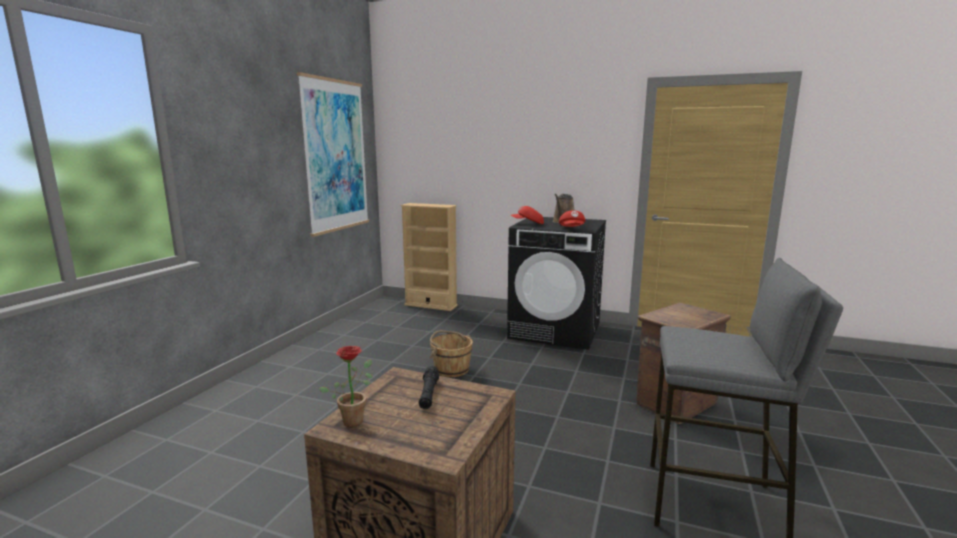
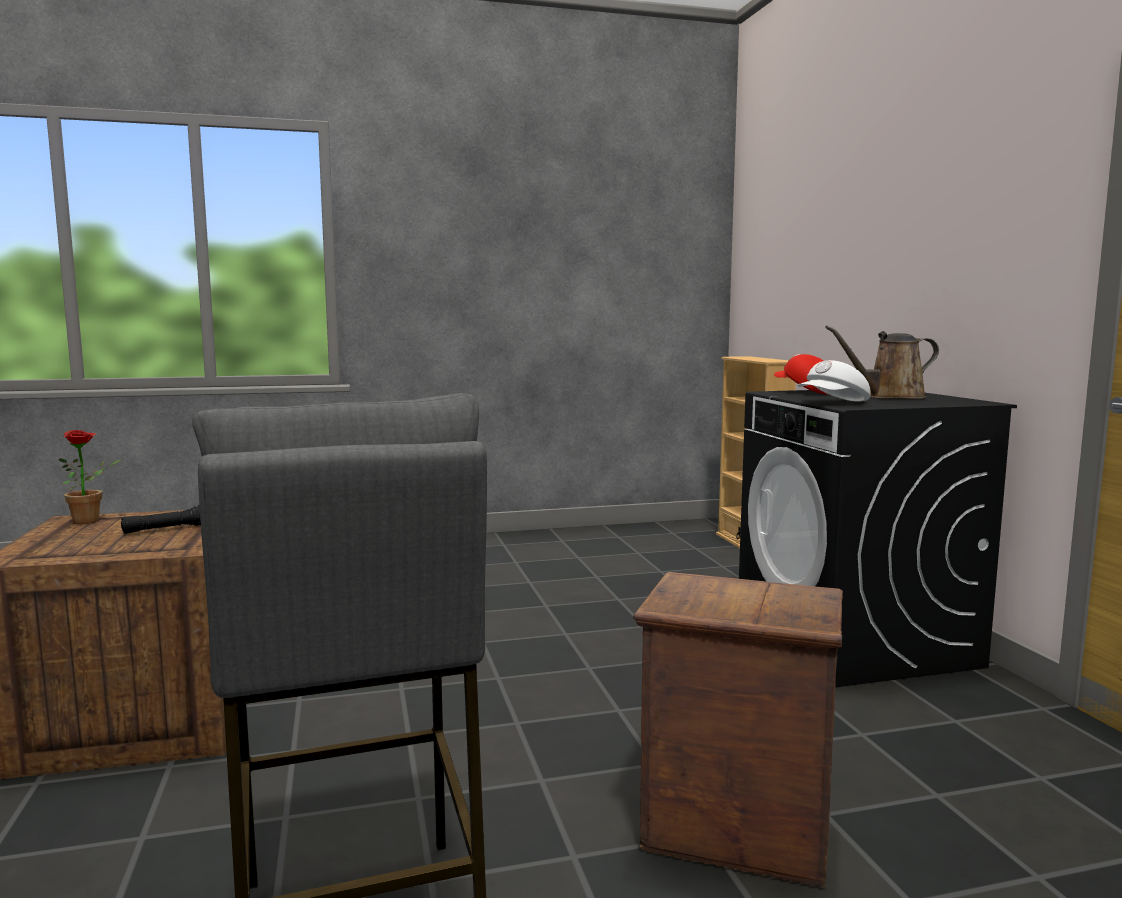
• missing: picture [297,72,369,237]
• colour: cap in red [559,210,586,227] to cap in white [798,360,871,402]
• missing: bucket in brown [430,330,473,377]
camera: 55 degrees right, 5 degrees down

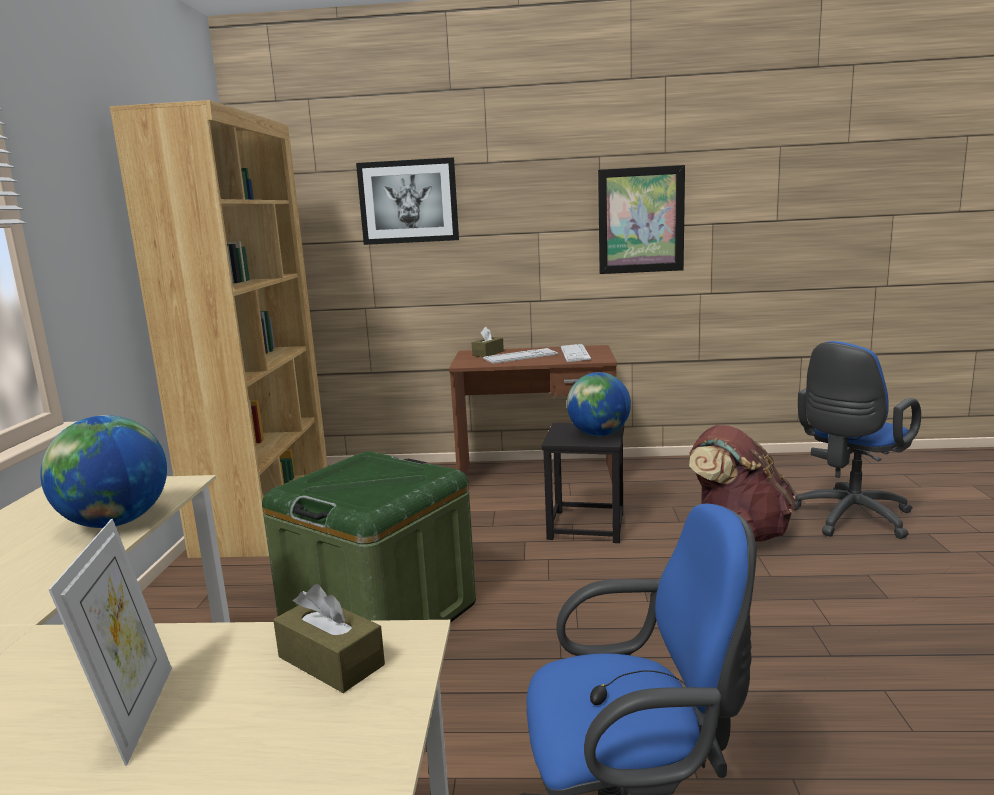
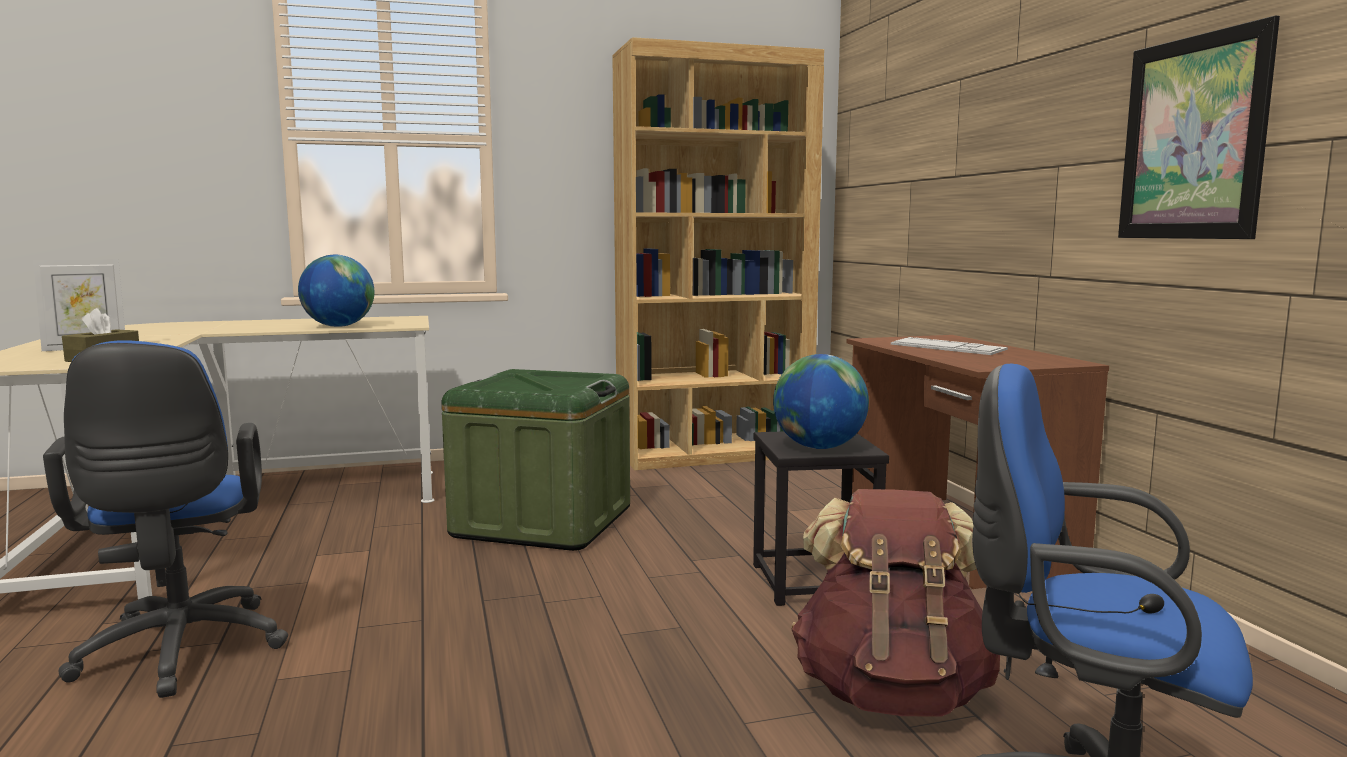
• missing: picture [356,158,459,245]
• missing: tissue box in brown [472,327,504,357]
• missing: keyboard [561,344,591,362]
camera: 70 degrees right, 5 degrees down

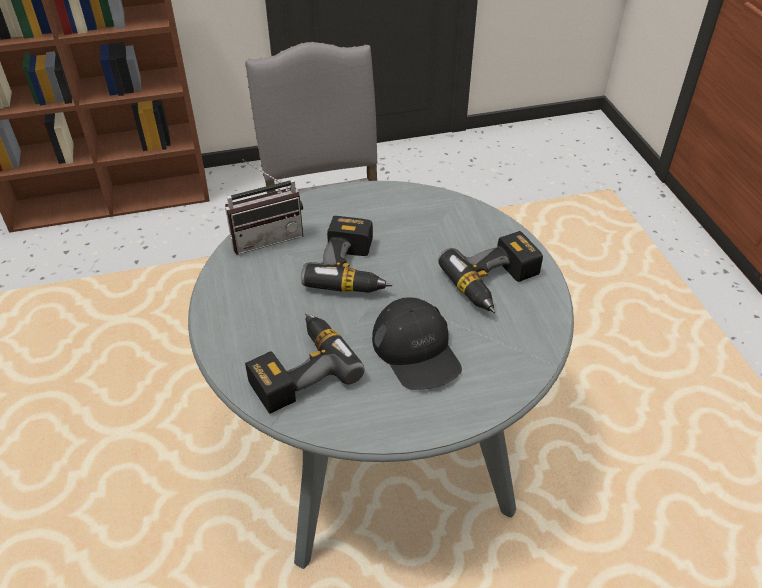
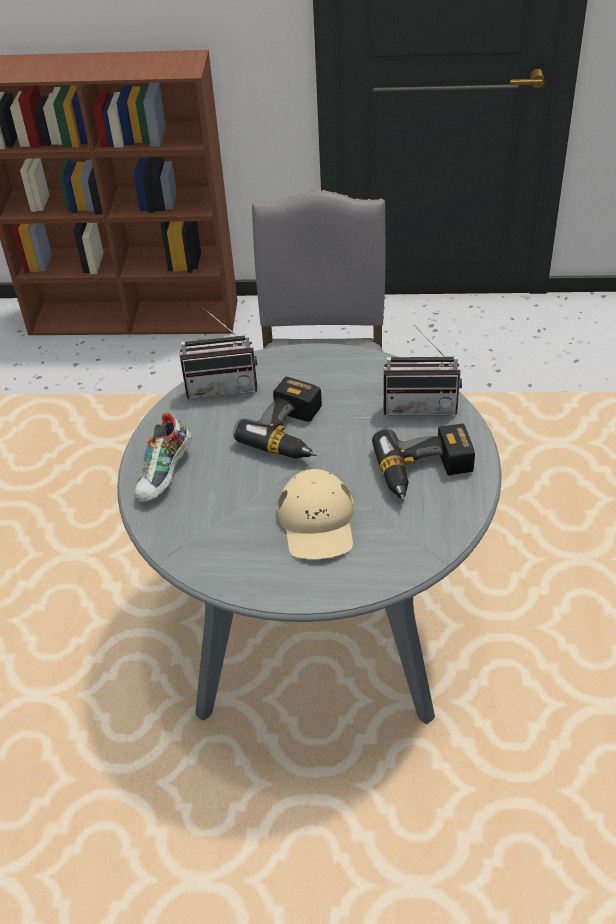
• colour: cap in black [372,297,462,390] to cap in beige [277,469,353,559]
• missing: power drill [245,313,365,414]
• appeared: radio [383,324,462,415]
• appeared: shoe [135,413,192,503]
camera: 20 degrees right, 0 degrees up

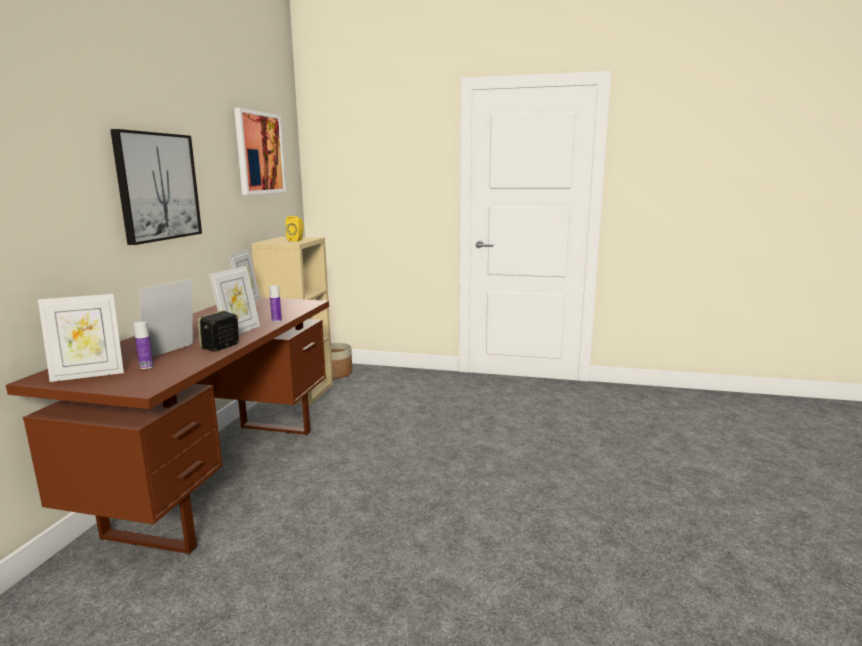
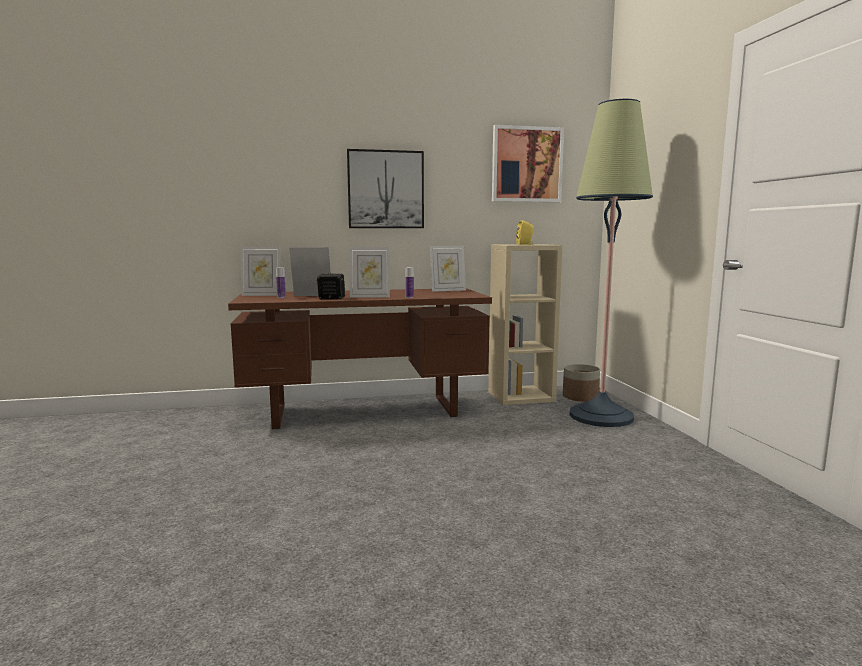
• spun: picture frame [38,294,124,382] = [241,247,280,296] 45 degrees counterclockwise
• appeared: floor lamp [570,99,653,427]
camera: 65 degrees right, 5 degrees down

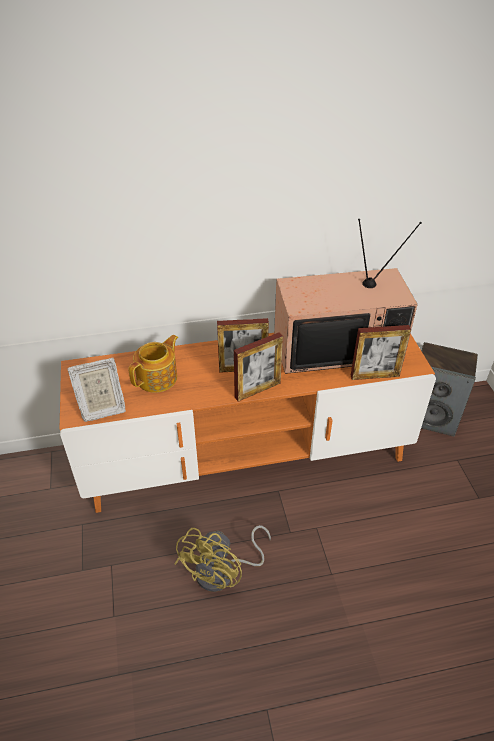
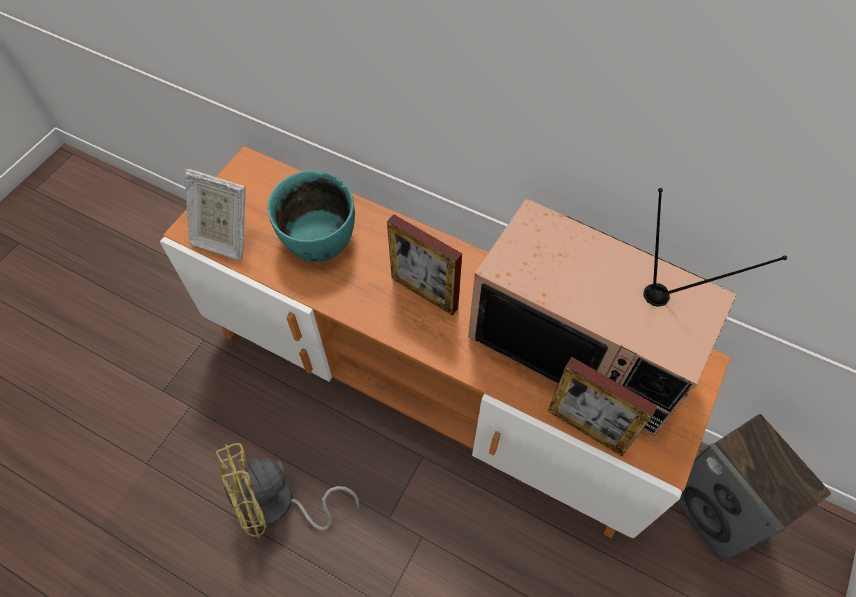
• missing: picture frame [234,332,283,402]
• exchanged: teapot [129,335,178,393] to bowl in turquoise [267,170,355,262]
camera: 40 degrees right, 15 degrees up

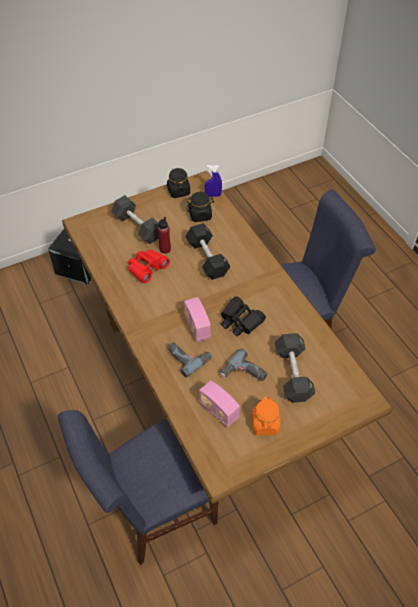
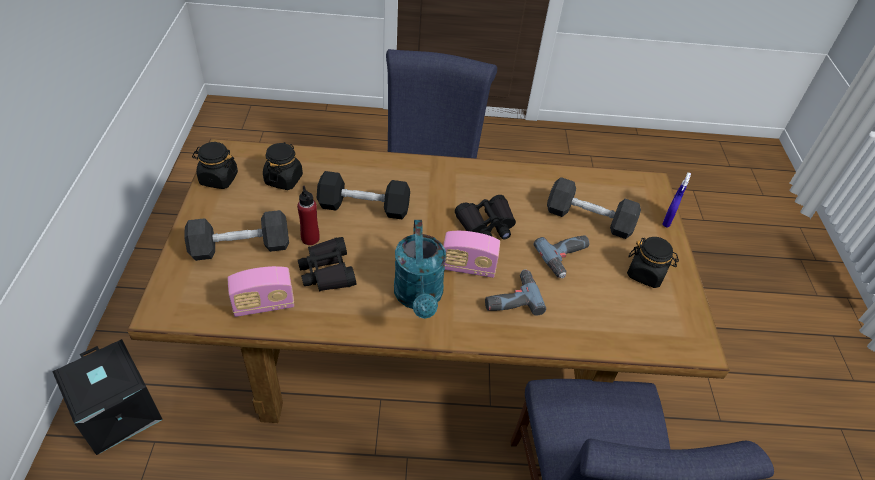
• relocated: spray bottle in blue [205,165,222,197] to [662,172,691,227]
• colour: binoculars in red [128,250,170,283] to binoculars in black [298,237,356,292]
• relocated: radio [199,380,240,428] to [228,266,294,317]
• colour: jar in orange [252,397,280,435] to jar in black [627,237,679,288]
• appeared: watering can in turquoise [394,220,446,319]
camera: 65 degrees left, 5 degrees down

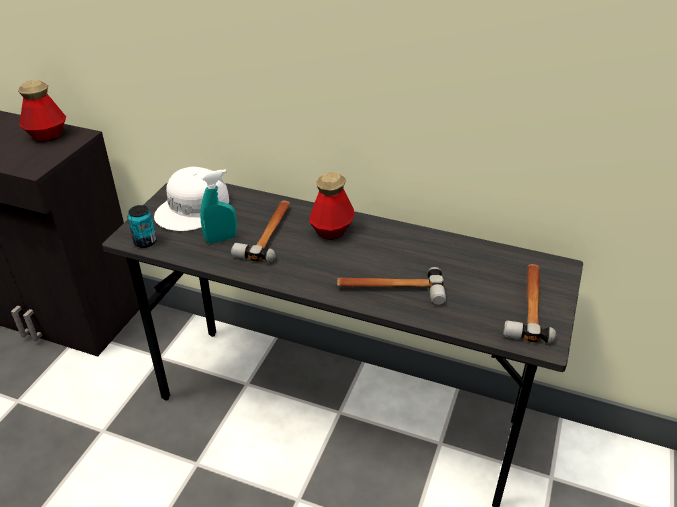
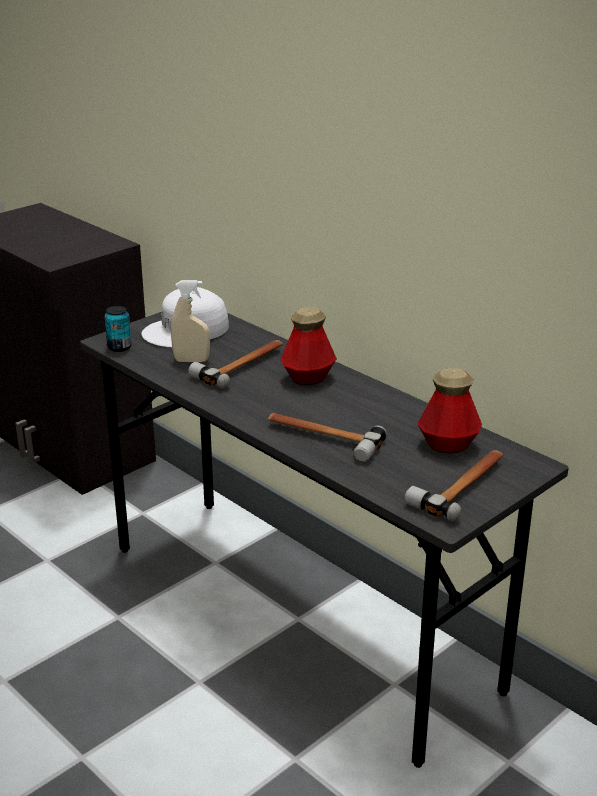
• relocated: bottle [18,80,66,142] to [418,368,482,454]
• colour: spray bottle in turquoise [200,169,237,244] to spray bottle in beige [171,280,210,362]
camera: 25 degrees right, 10 degrees down

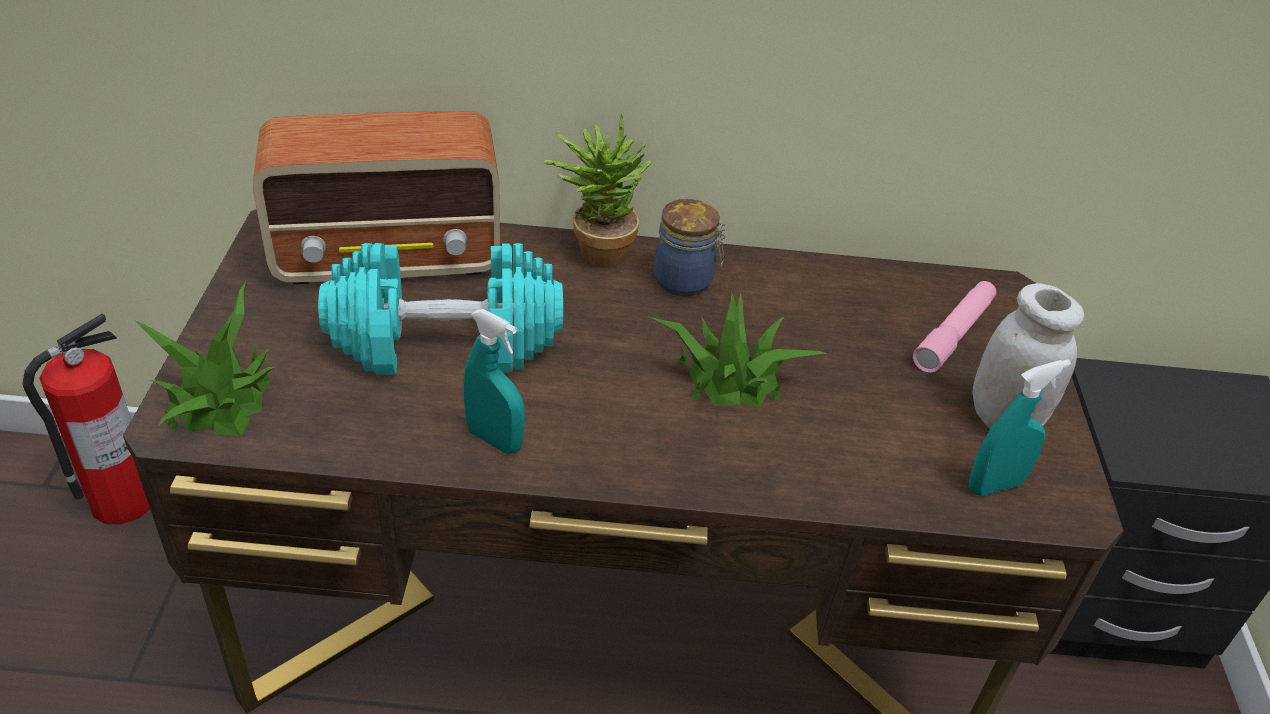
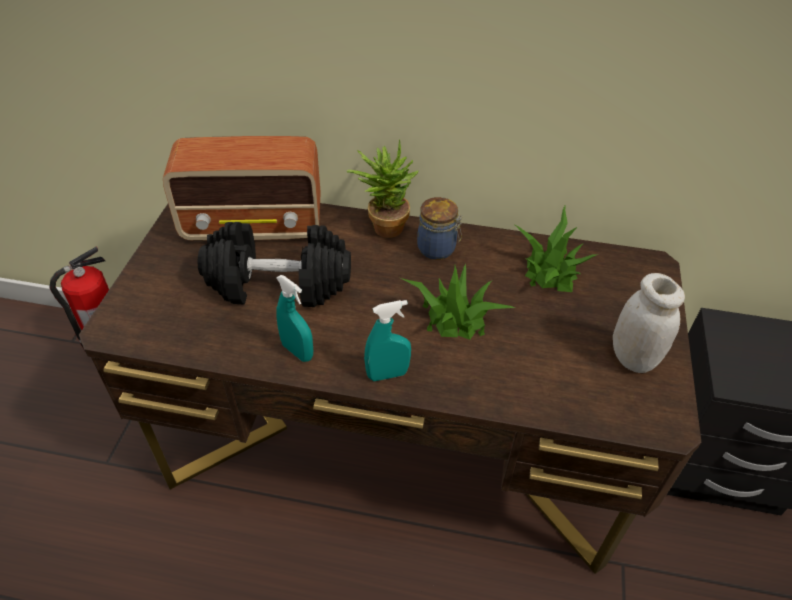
• colour: dumbbell in turquoise [318,243,563,375] to dumbbell in black [198,222,351,307]
• missing: flashlight in pink [913,281,996,373]
• relocated: potted plant [136,282,275,436] to [515,204,596,292]
• relocated: spray bottle in turquoise [969,360,1071,496] to [364,300,411,381]
camera: 10 degrees right, 5 degrees up

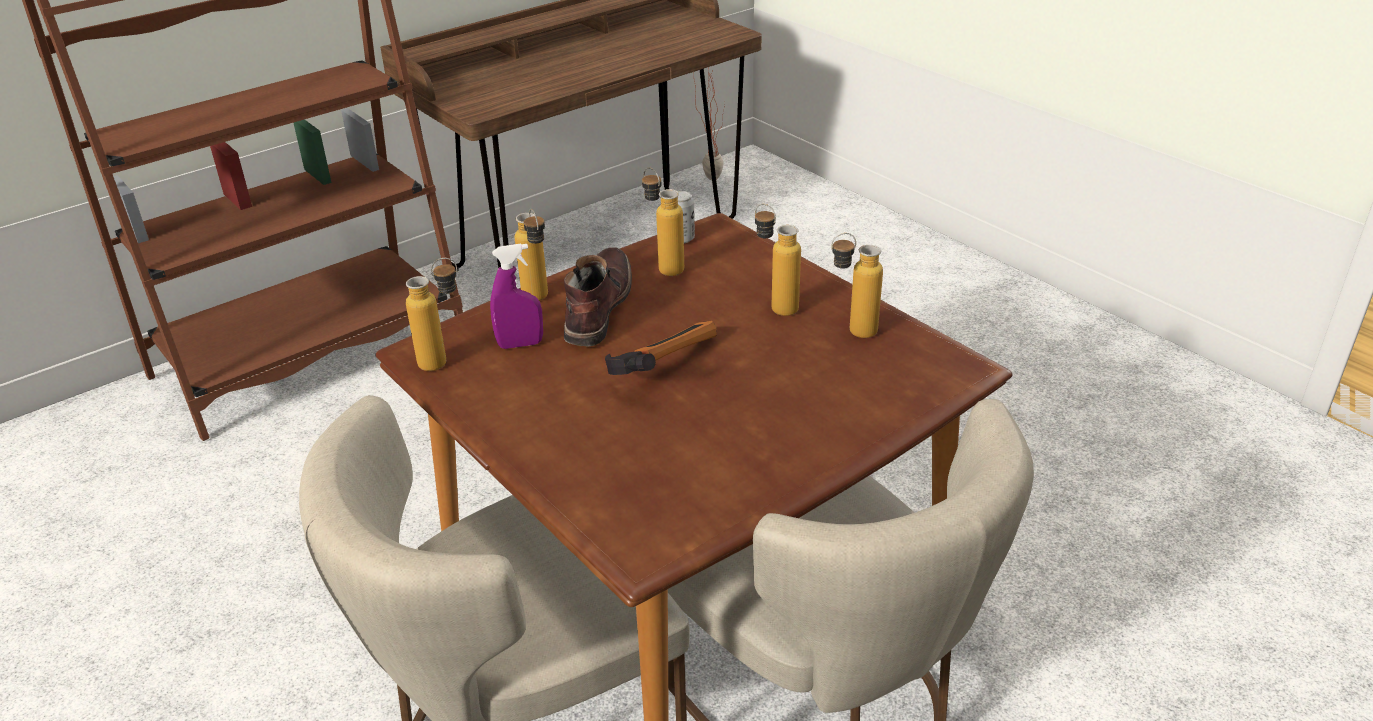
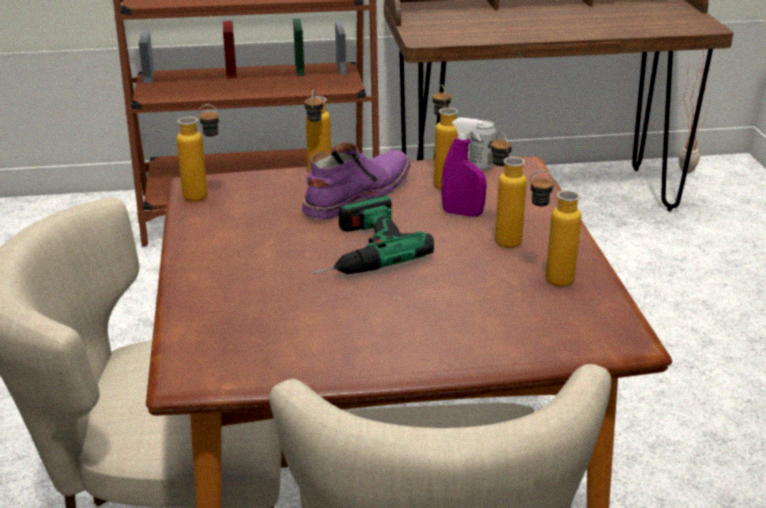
• relocated: spray bottle in purple [490,243,543,349] to [441,117,487,217]
• colour: boot in brown [564,247,632,346] to boot in purple [302,142,410,220]
• exchanged: hammer [605,321,717,375] to power drill [312,195,434,274]
camera: 30 degrees right, 5 degrees down

